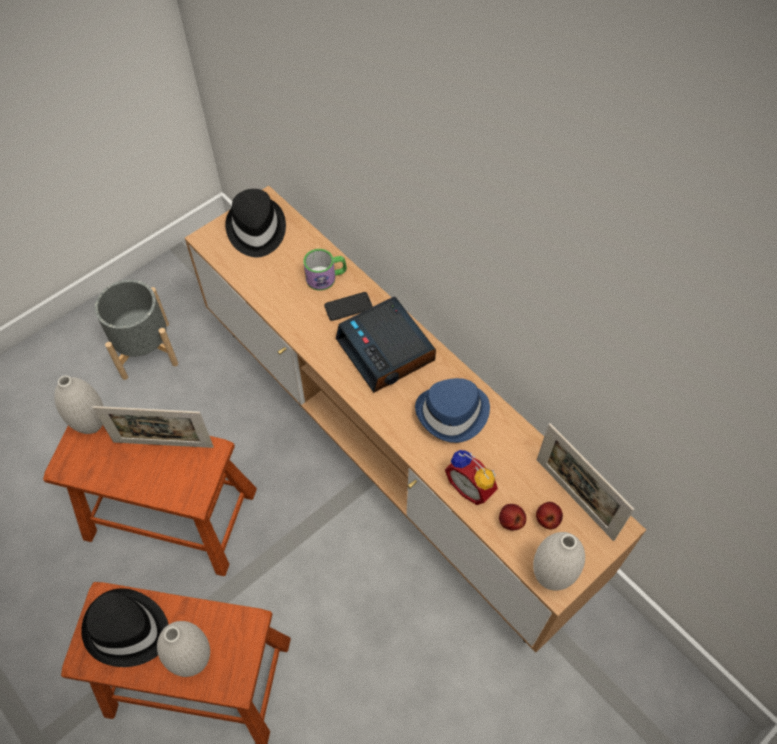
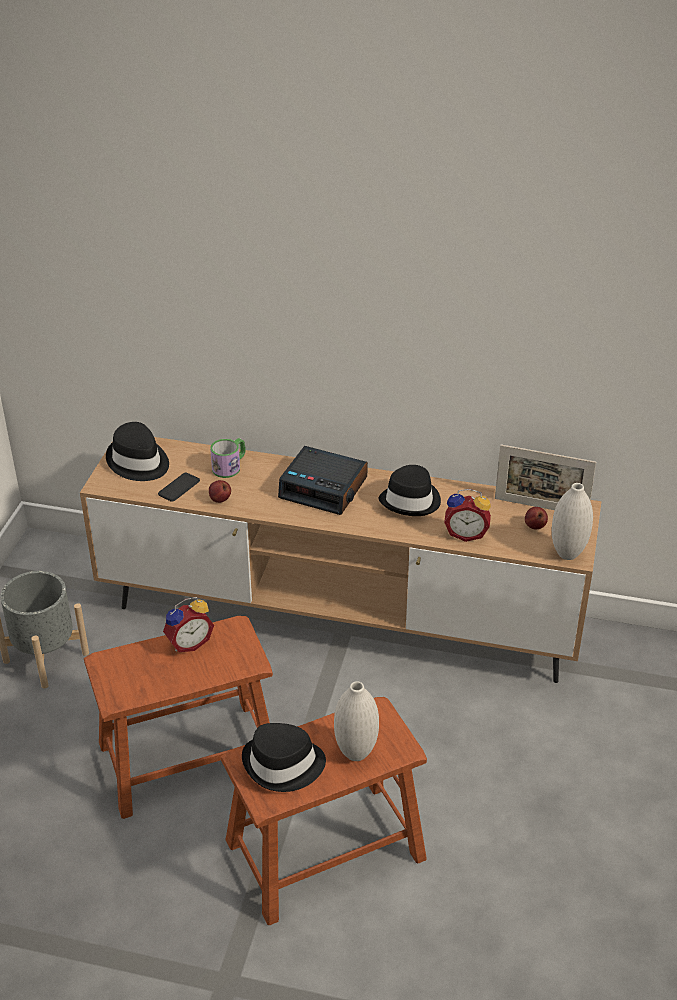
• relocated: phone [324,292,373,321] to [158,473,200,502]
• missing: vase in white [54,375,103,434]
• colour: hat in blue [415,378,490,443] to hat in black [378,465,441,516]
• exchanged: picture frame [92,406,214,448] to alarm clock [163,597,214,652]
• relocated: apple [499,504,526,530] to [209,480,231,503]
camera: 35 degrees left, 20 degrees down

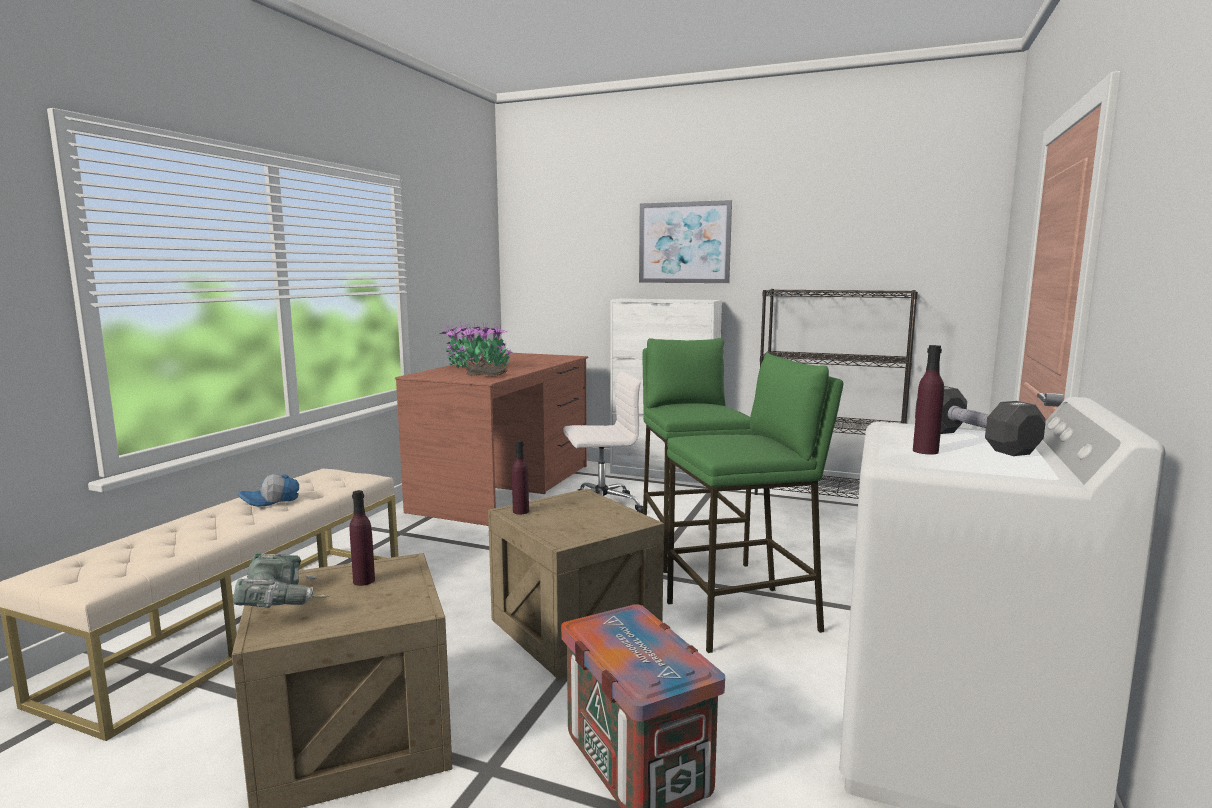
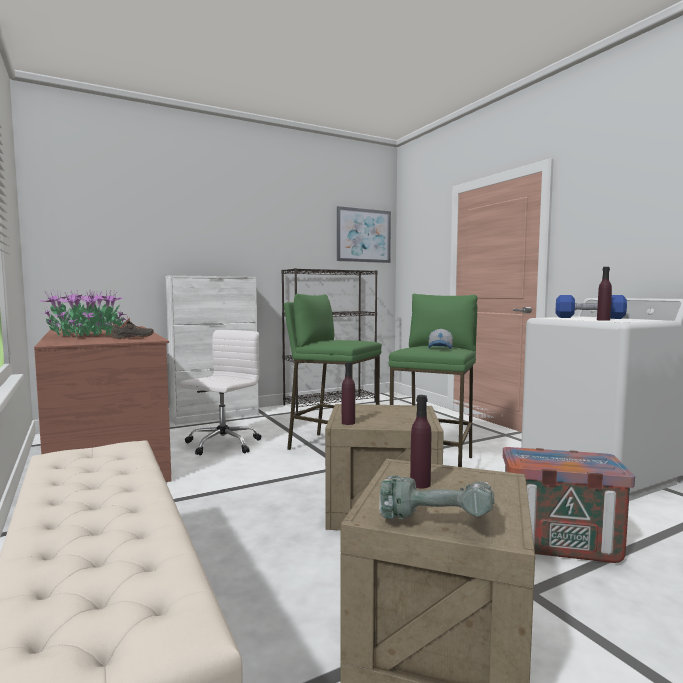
• relocated: picture [639,200,732,283] to [337,206,391,263]
• colour: dumbbell in black [915,386,1045,456] to dumbbell in blue [556,295,627,319]
• relocated: cap [238,474,299,507] to [429,329,453,349]
camera: 50 degrees left, 5 degrees down

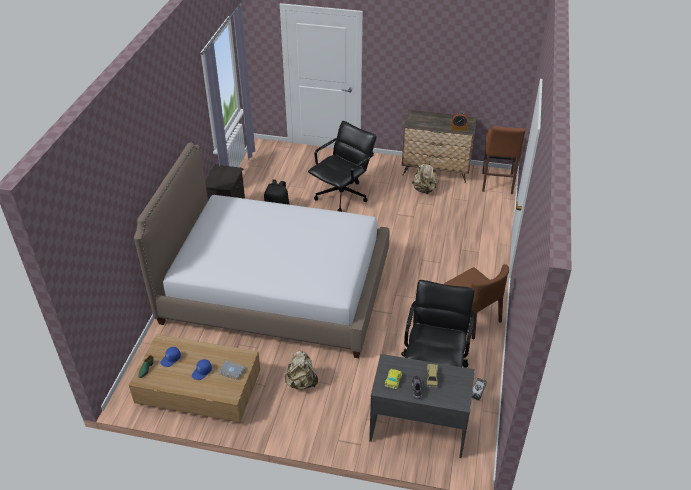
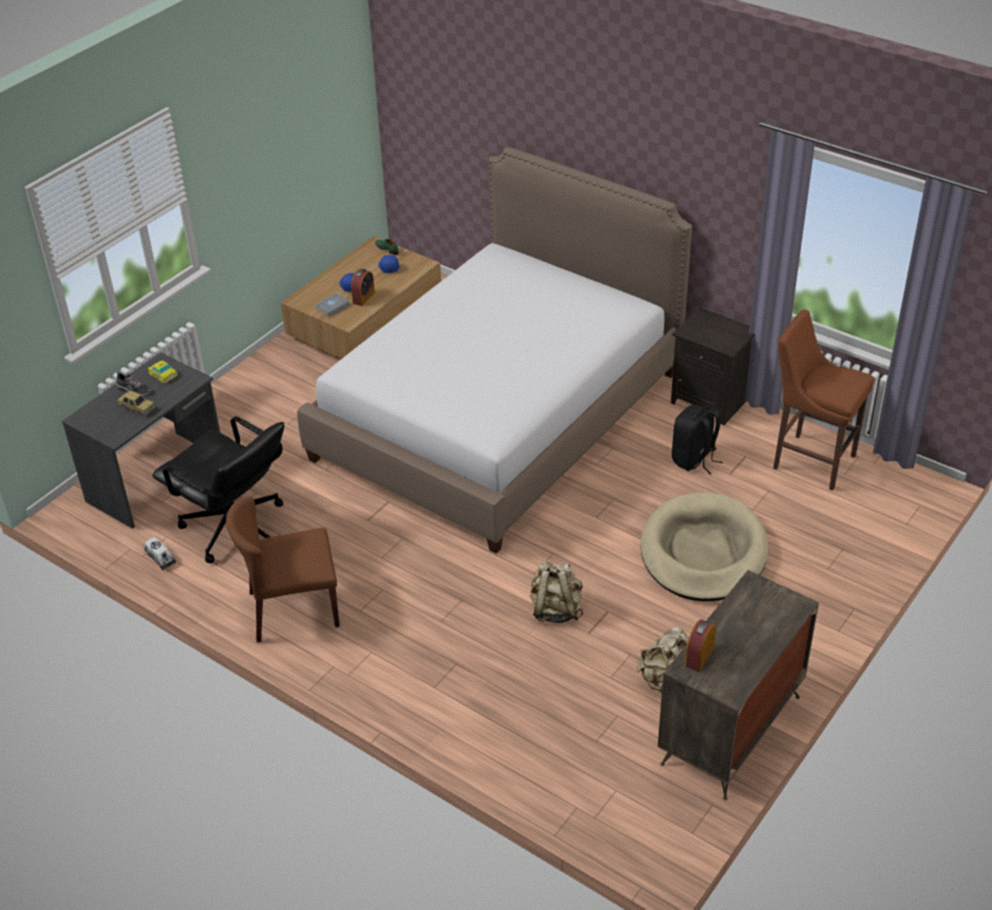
• exchanged: office chair in black [308,121,377,212] to dog bed in beige [640,492,769,602]
• relocated: stool in brown [482,126,525,194] to [773,309,874,491]
• relocated: backpack in beige [285,351,318,390] to [530,561,583,623]
• appeared: alarm clock [351,269,375,306]
camera: 115 degrees right, 0 degrees up

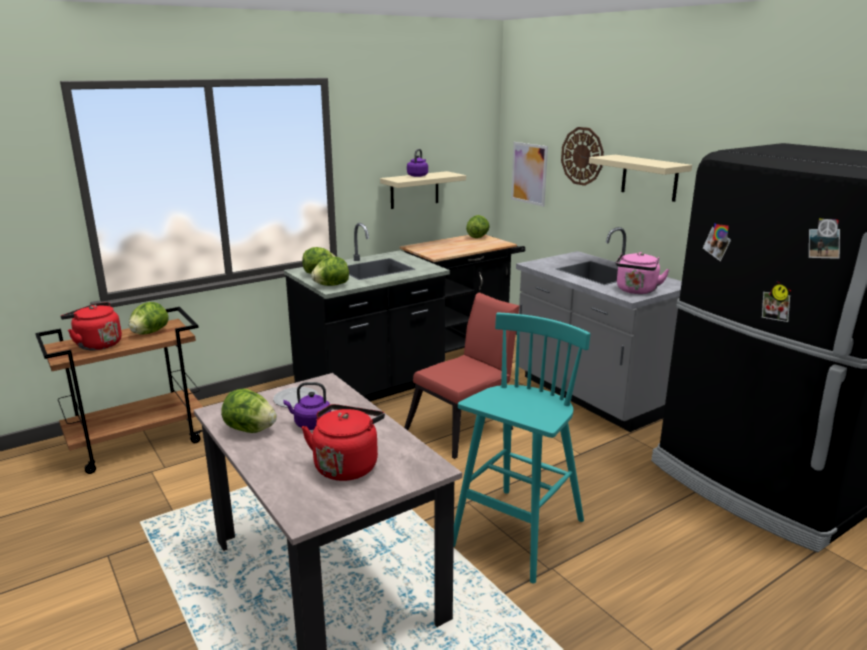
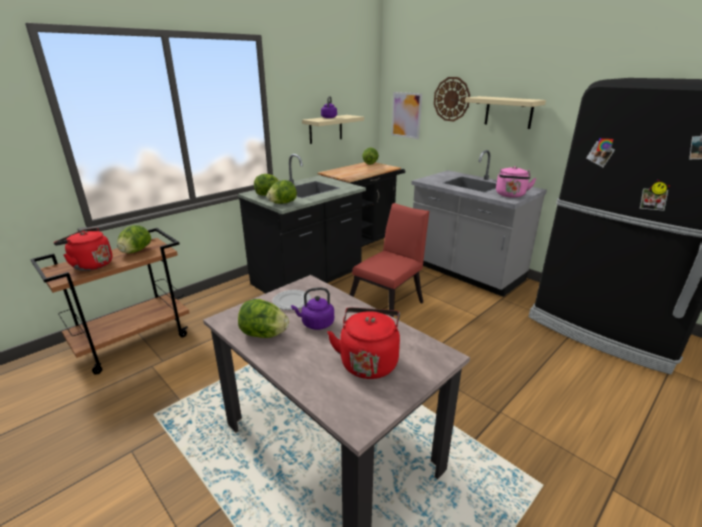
• missing: stool in turquoise [454,313,590,584]
camera: 10 degrees left, 5 degrees up

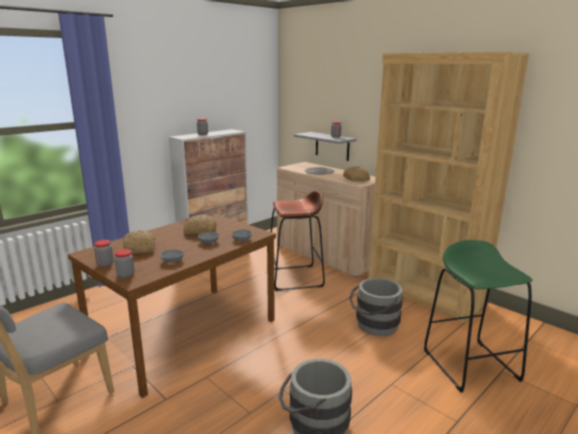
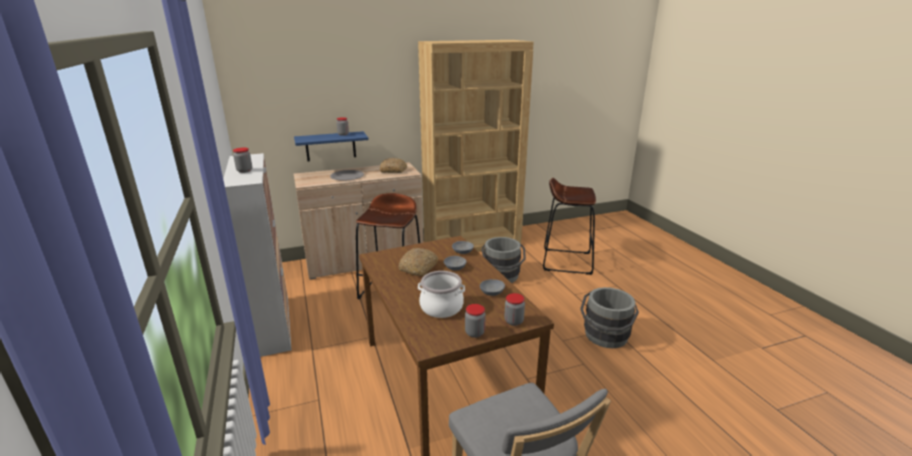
• colour: shelf in grey [294,132,357,161] to shelf in blue [294,131,369,161]
• exchanged: bread [123,230,155,254] to cooking pot [418,271,465,318]
• colour: stool in green [424,240,533,392] to stool in brown [543,178,596,275]
camera: 65 degrees left, 5 degrees up

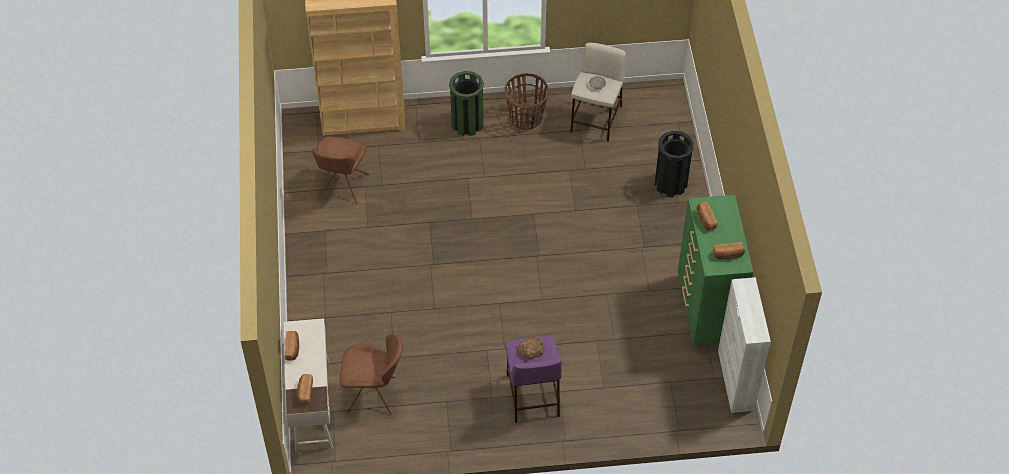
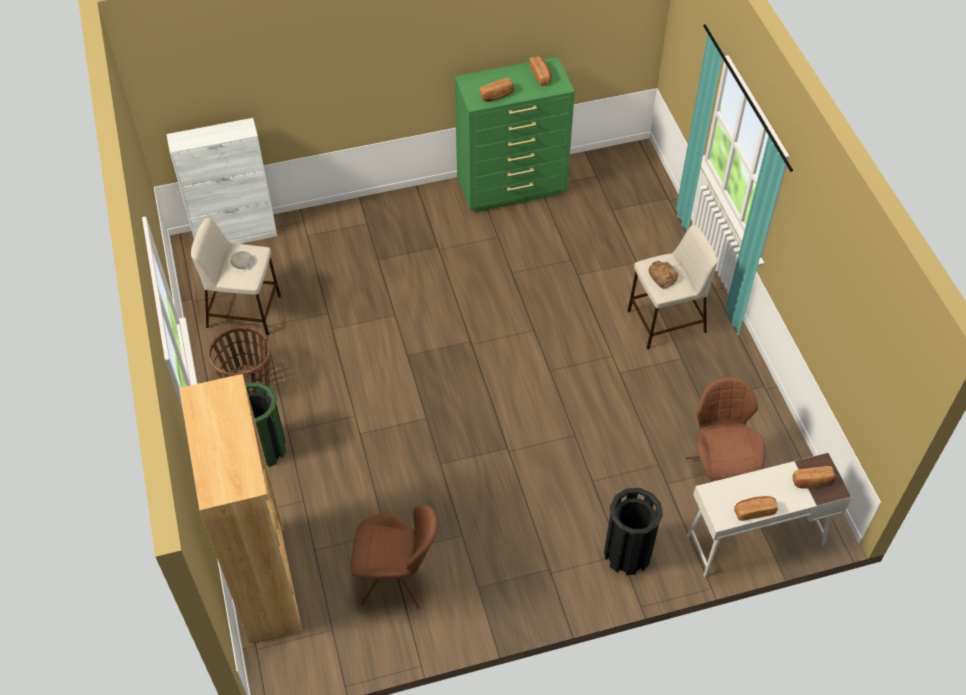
• relocated: trash can in black [655,131,694,197] to [604,488,663,575]
• relocated: cabinet in white [718,277,771,413] to [166,118,277,244]
• colour: stool in purple [506,335,562,423] to stool in beige [627,225,718,349]
camera: 100 degrees left, 0 degrees up

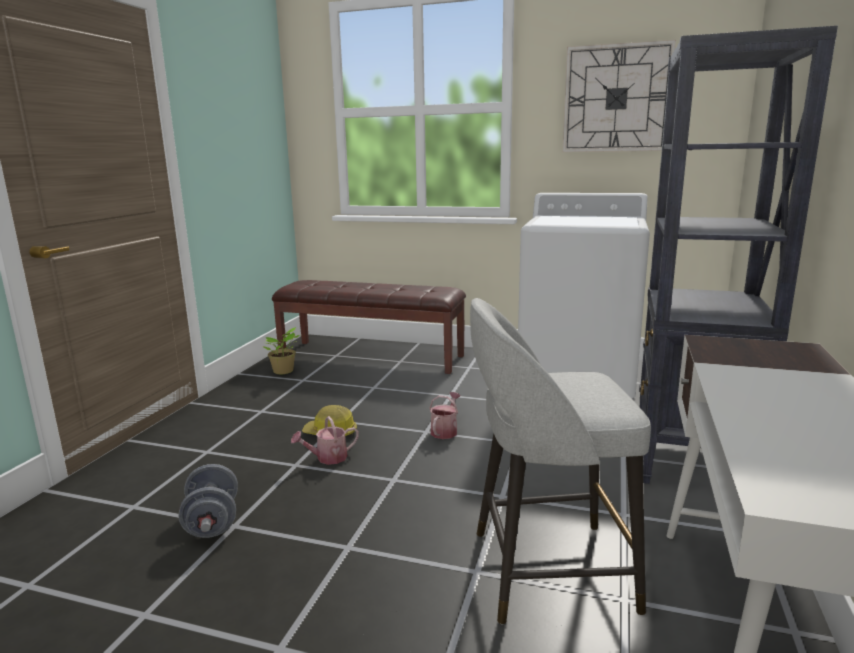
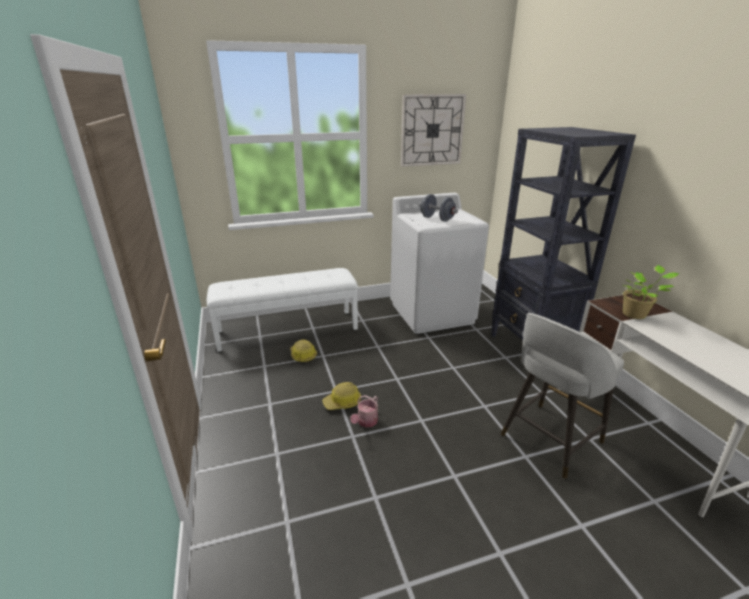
• colour: bench in brown [272,280,466,374] to bench in white [207,268,358,352]
• relocated: potted plant [264,327,300,374] to [622,265,679,319]
• missing: watering can [429,392,461,439]
• relocated: dumbbell in grey [178,464,238,538] to [419,194,458,222]
• appeared: hard hat [290,340,317,363]
camera: 35 degrees left, 10 degrees up

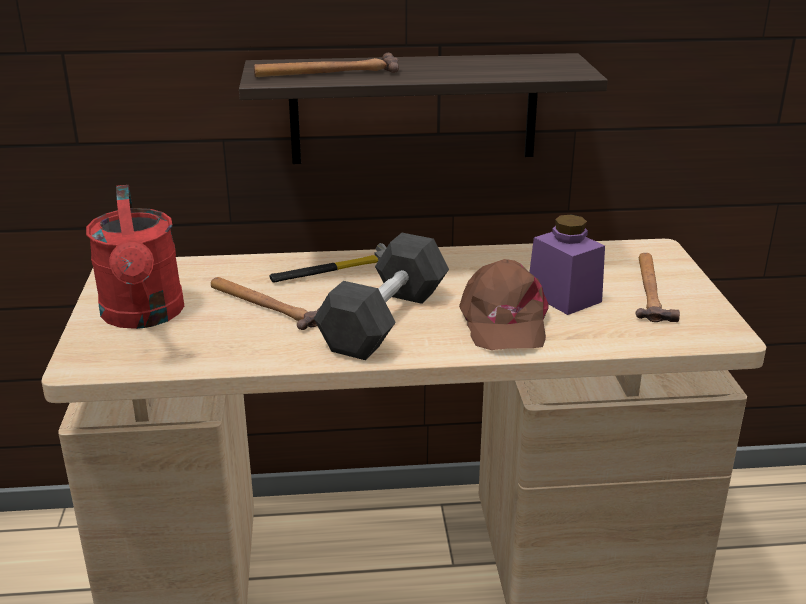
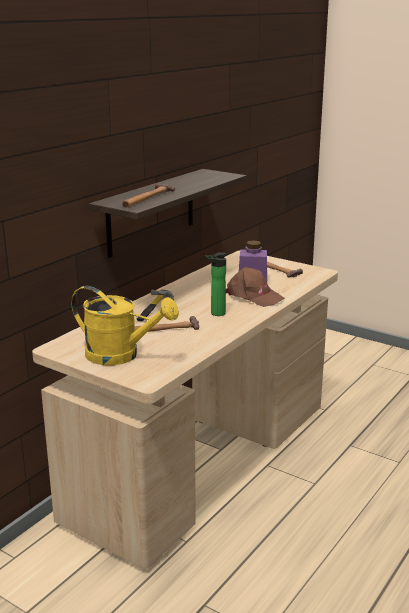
• colour: watering can in red [86,185,184,329] to watering can in yellow [72,286,179,365]
• exchanged: dumbbell in black [314,233,449,360] to bottle [205,252,226,316]
camera: 50 degrees left, 5 degrees down

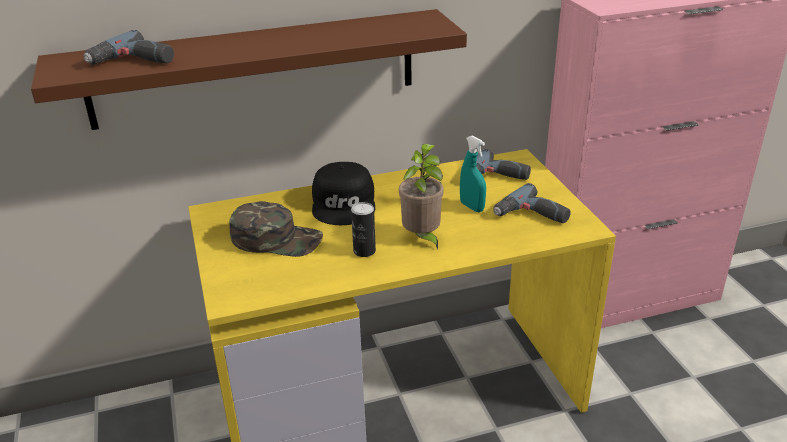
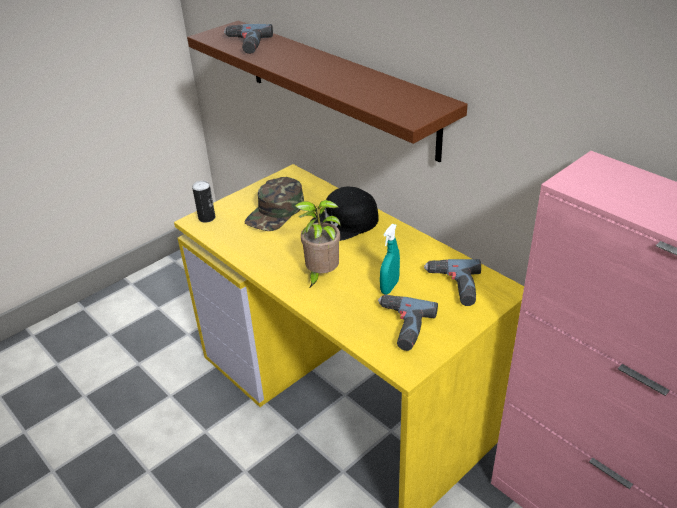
• spun: cap in green [229,201,323,257] = [245,177,304,231] 45 degrees clockwise
• relocated: can [351,202,376,257] to [192,181,215,223]
camera: 65 degrees right, 5 degrees up

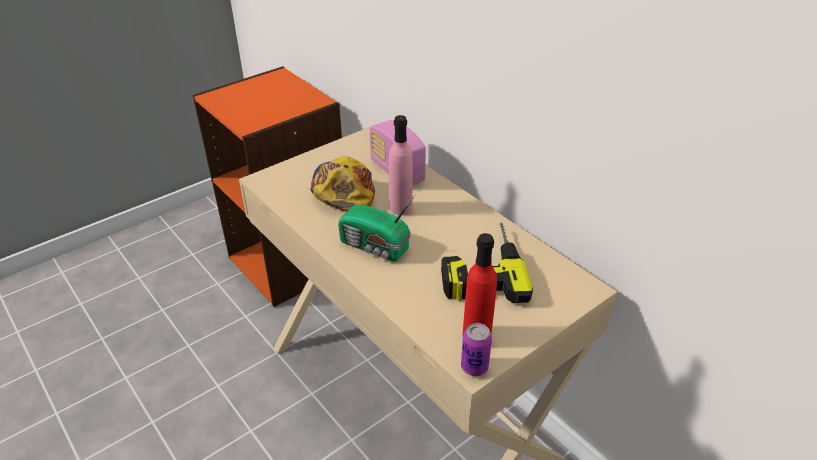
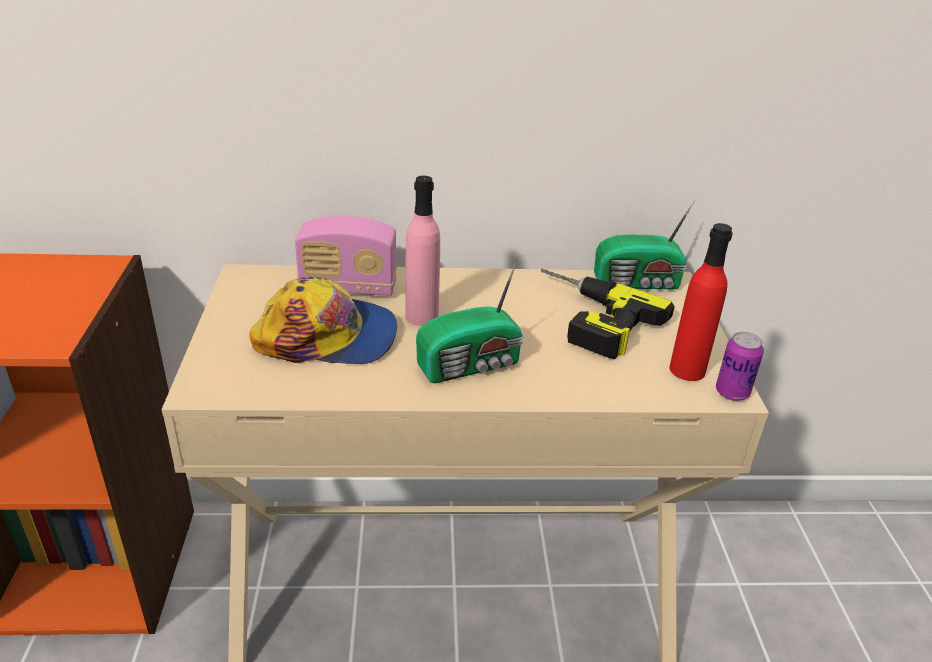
• spun: cap [310,156,375,212] = [249,277,397,364] 150 degrees clockwise
• appeared: radio [594,200,695,289]
camera: 55 degrees left, 5 degrees down

